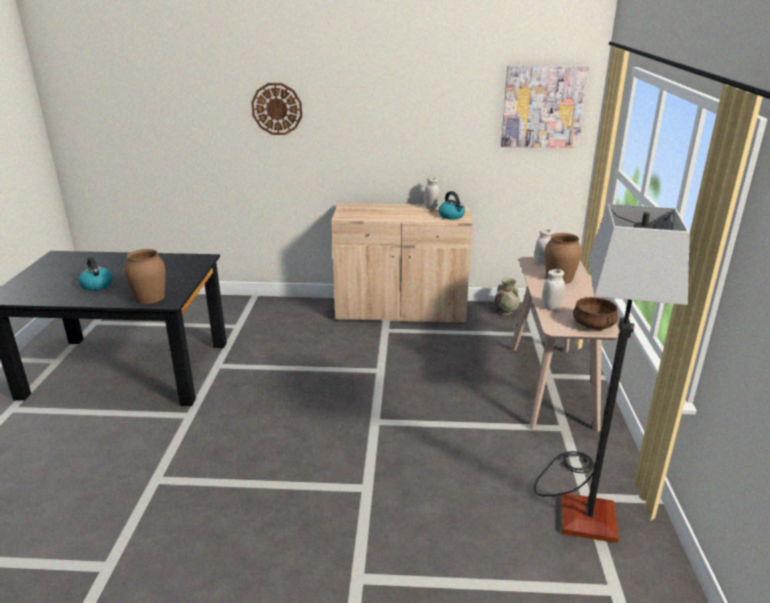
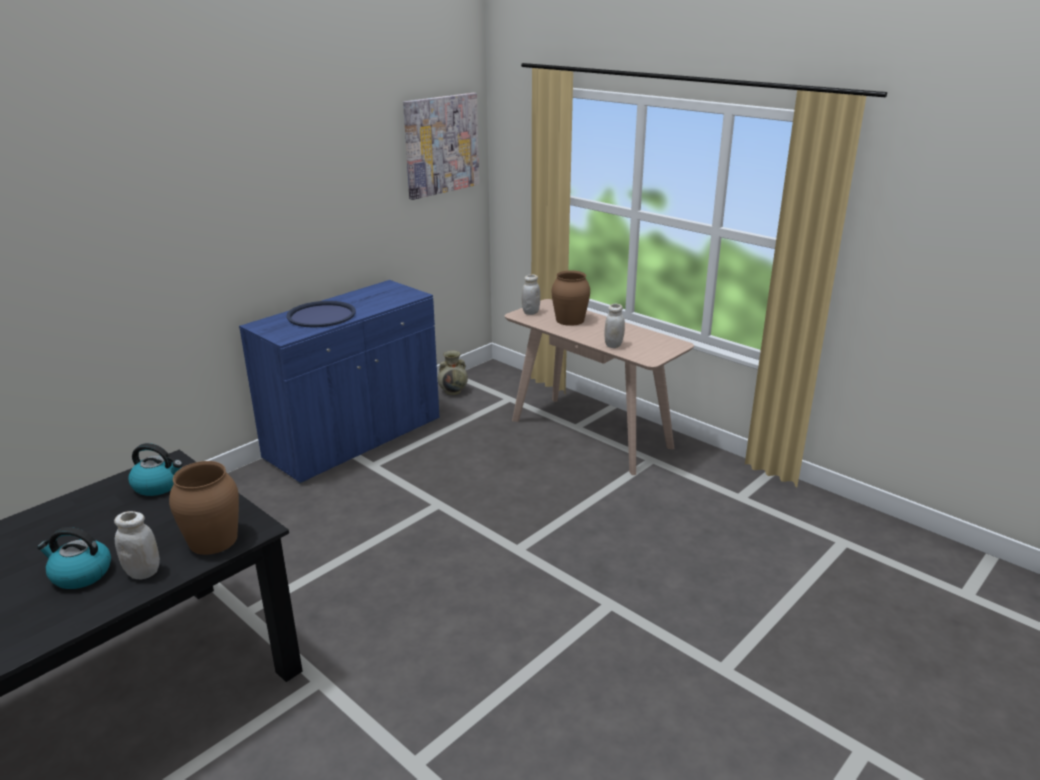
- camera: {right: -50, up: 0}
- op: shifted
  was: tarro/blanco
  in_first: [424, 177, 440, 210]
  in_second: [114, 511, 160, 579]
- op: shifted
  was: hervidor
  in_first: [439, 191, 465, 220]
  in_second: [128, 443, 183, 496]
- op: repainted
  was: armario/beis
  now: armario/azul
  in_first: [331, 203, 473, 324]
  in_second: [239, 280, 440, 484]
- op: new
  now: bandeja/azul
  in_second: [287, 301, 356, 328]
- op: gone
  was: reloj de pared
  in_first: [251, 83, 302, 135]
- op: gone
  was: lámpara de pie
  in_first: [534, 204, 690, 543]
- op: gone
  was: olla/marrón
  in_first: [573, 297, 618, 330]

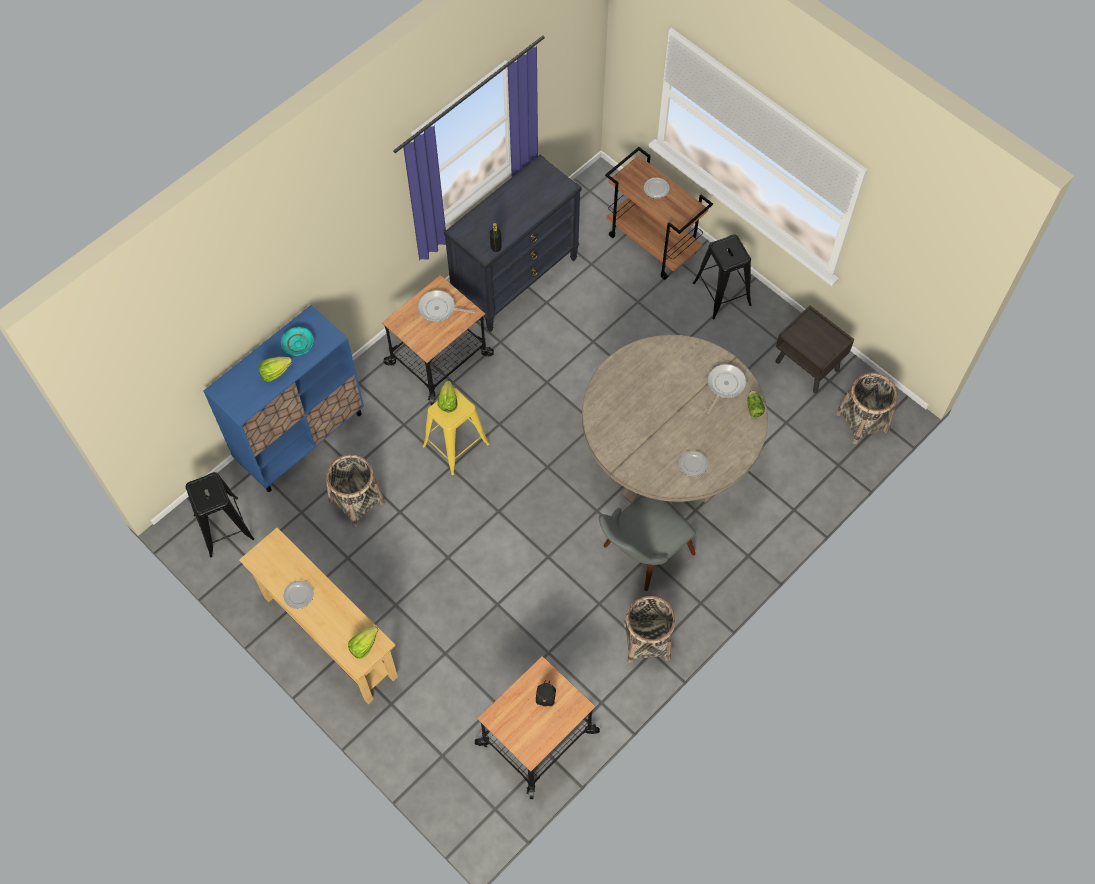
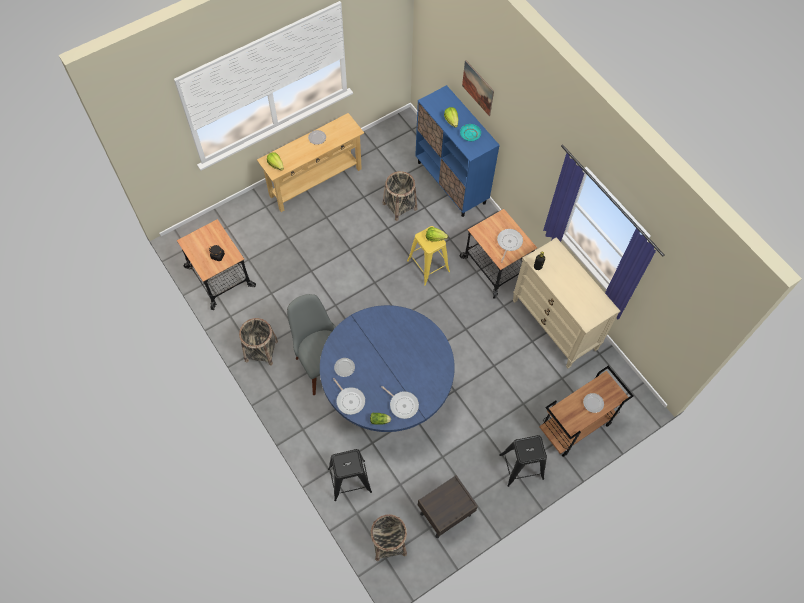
- camera: {right: 100, up: 0}
- op: repainted
  was: mesa de comedor/beis
  now: mesa de comedor/azul
  in_first: [582, 335, 768, 504]
  in_second: [320, 305, 455, 432]
- op: shifted
  was: taburete/negro
  in_first: [186, 472, 254, 557]
  in_second: [328, 449, 372, 501]
- op: new
  now: sartén
  in_second: [333, 378, 365, 415]
- op: new
  now: cuadro
  in_second: [462, 60, 494, 116]
- op: repainted
  was: cómoda/negro
  now: cómoda/beis
  in_first: [444, 155, 581, 332]
  in_second: [512, 237, 620, 368]

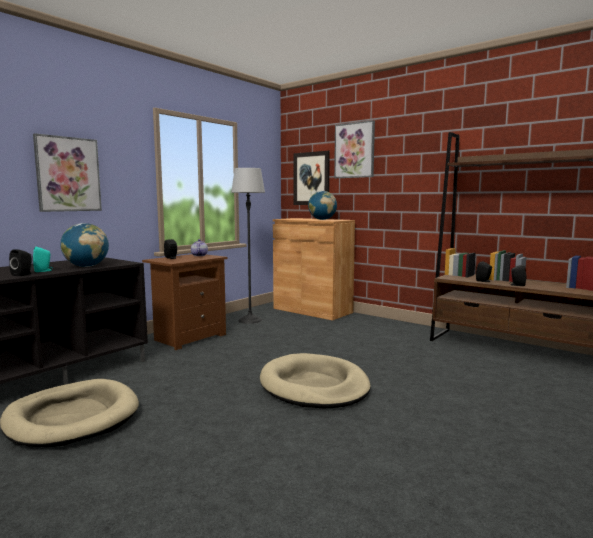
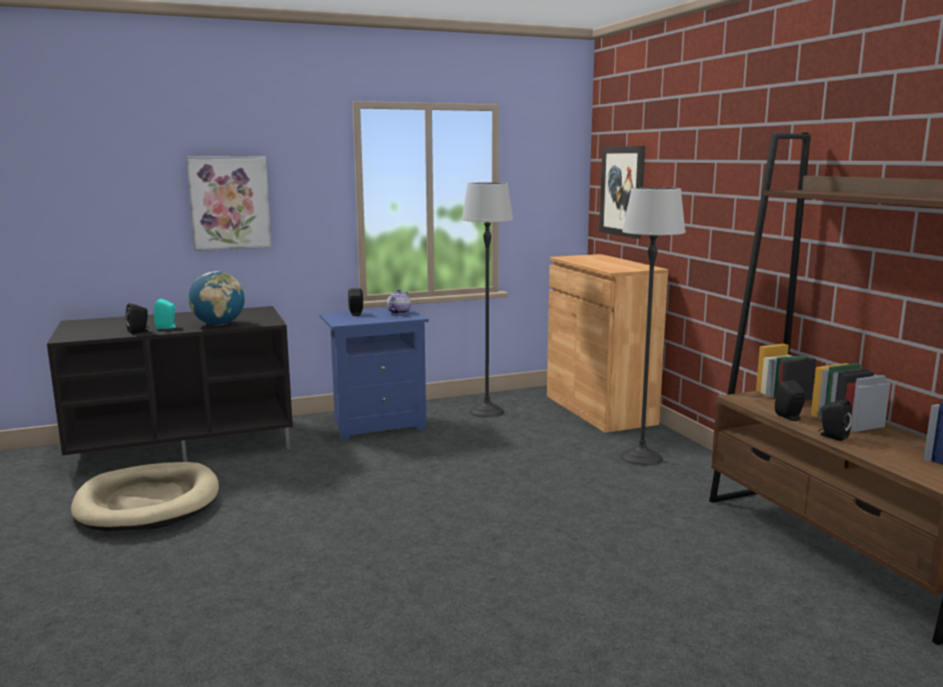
- camera: {right: 30, up: 5}
- op: repainted
  was: mesita de noche/marrón
  now: mesita de noche/azul
  in_first: [142, 254, 227, 350]
  in_second: [319, 308, 429, 441]
- op: new
  now: lámpara de pie
  in_second: [621, 187, 686, 466]
- op: gone
  was: cama para perro/beis
  in_first: [260, 353, 371, 408]
- op: gone
  was: globo terráqueo
  in_first: [308, 191, 337, 220]
- op: gone
  was: cuadro
  in_first: [334, 120, 375, 178]

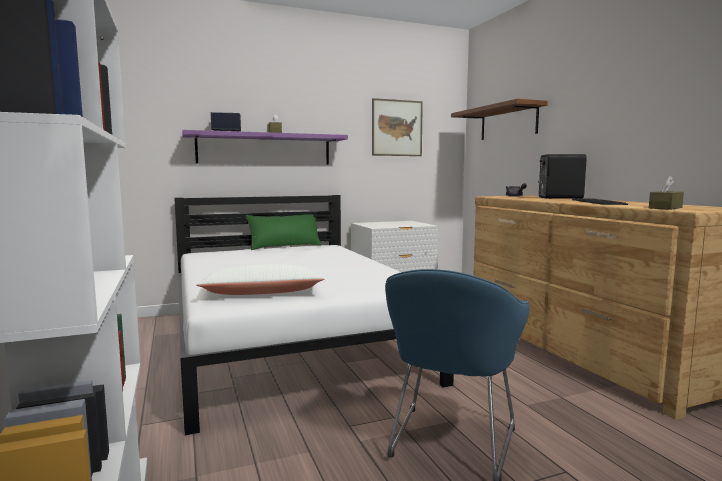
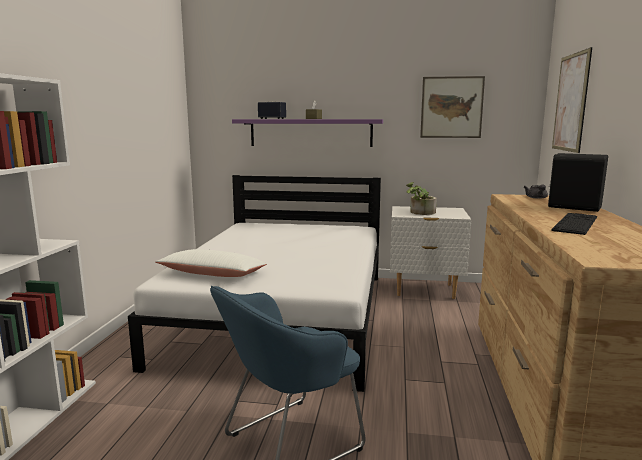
- camera: {right: 30, up: 5}
- op: new
  now: planta en maceta
  in_second: [406, 182, 437, 215]
- op: swapped
  was: estante/marrón
  now: cuadro
  in_first: [451, 99, 548, 140]
  in_second: [552, 47, 592, 153]
- op: gone
  was: cojín/verde
  in_first: [246, 214, 321, 250]
- op: gone
  was: caja de pañuelos/marrón
  in_first: [649, 176, 684, 210]

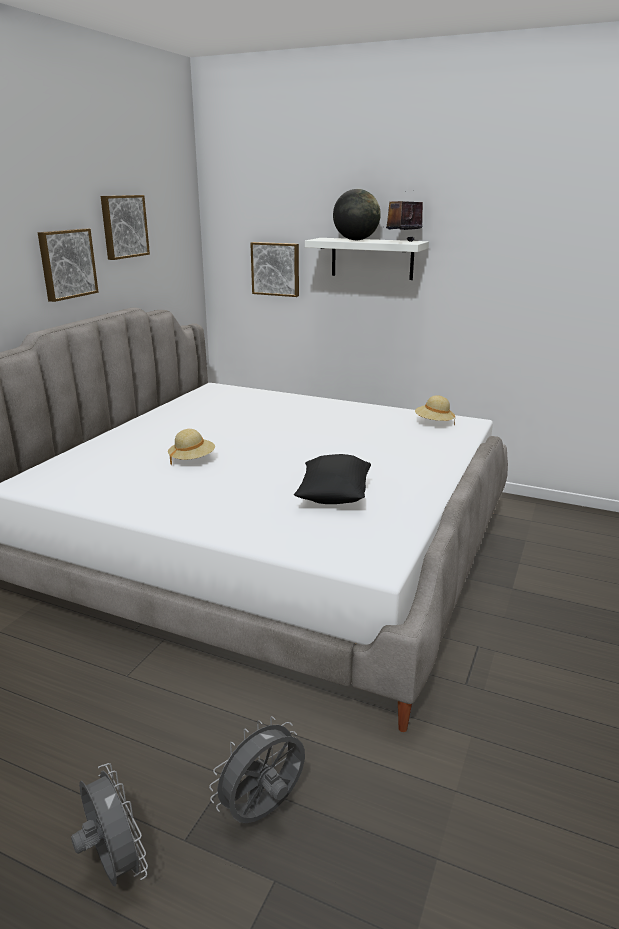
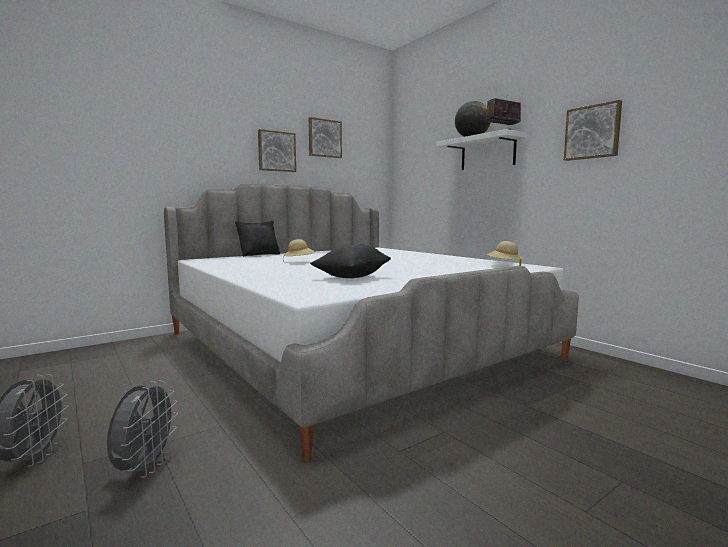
- camera: {right: 30, up: -15}
- op: rotated
  was: ventilador/gris
  in_first: [209, 716, 305, 823]
  in_second: [107, 381, 178, 478]
  clockwise: 105
- op: new
  now: cojín/negro
  in_second: [235, 221, 281, 256]
- op: shifted
  was: cuadro
  in_first: [250, 242, 299, 297]
  in_second: [564, 100, 622, 161]

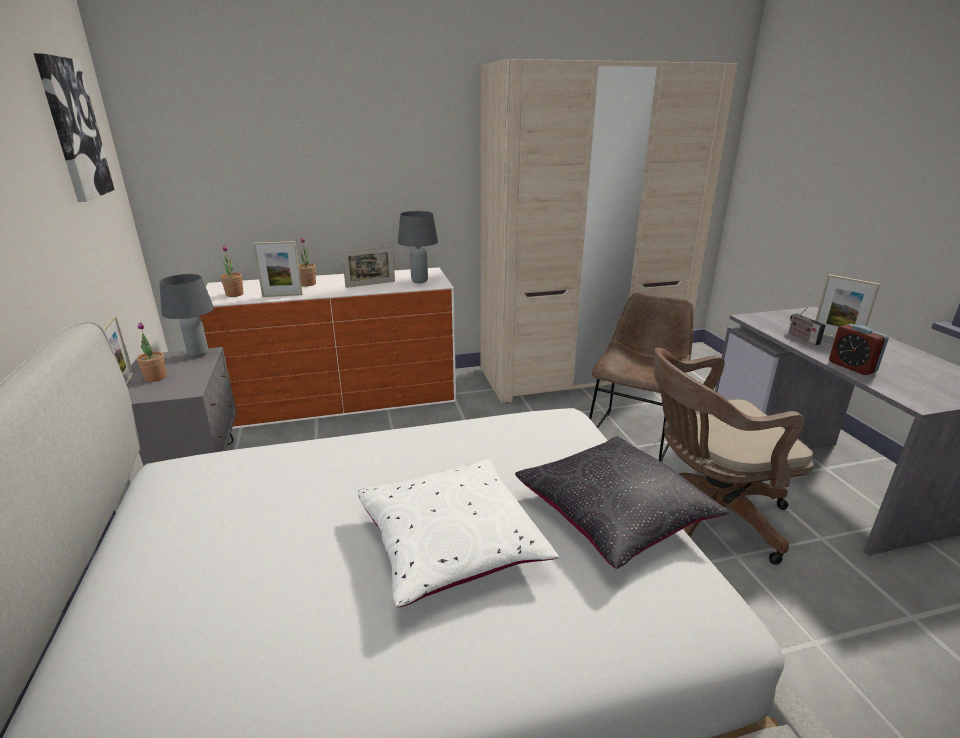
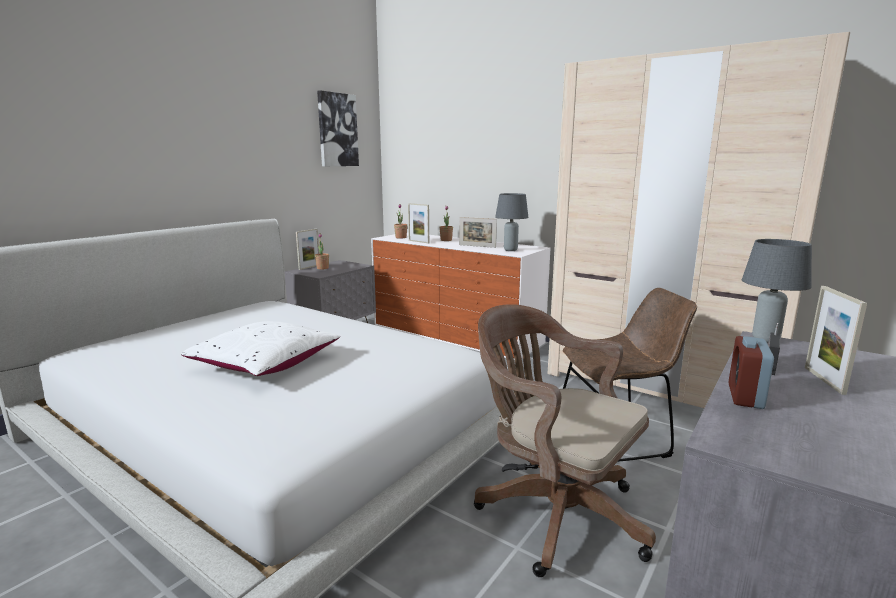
- camera: {right: 50, up: -10}
- op: shifted
  was: lámpara de mesa/gris
  in_first: [159, 274, 214, 357]
  in_second: [742, 239, 812, 343]
- op: gone
  was: cojín/negro
  in_first: [515, 436, 729, 569]

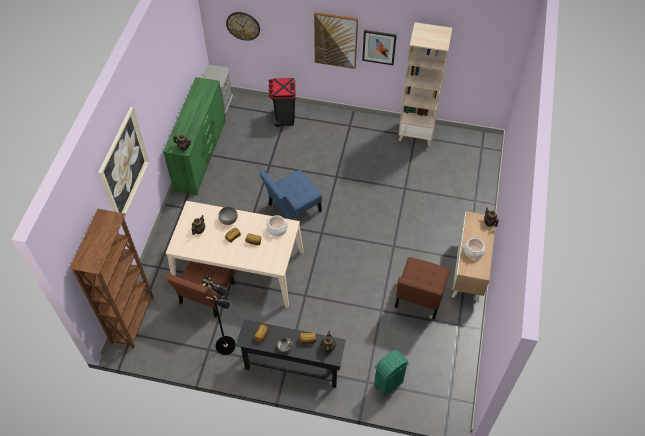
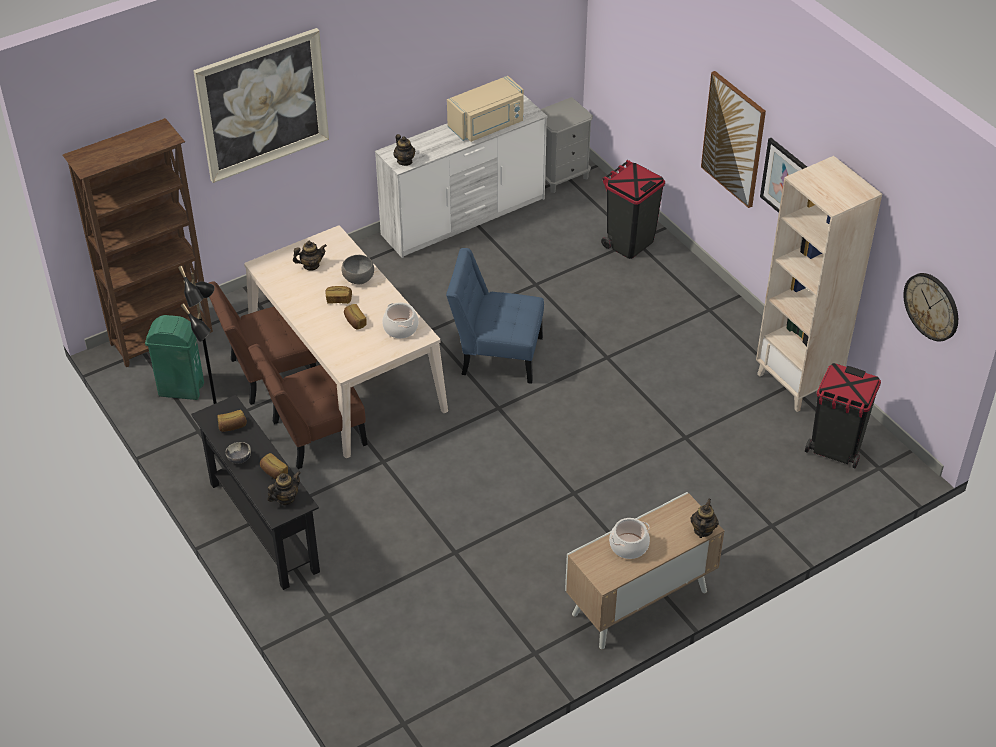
- camera: {right: 45, up: -10}
- op: shifted
  was: papelera/verde
  in_first: [374, 350, 409, 397]
  in_second: [145, 315, 204, 400]
- op: shifted
  was: silla/marrón
  in_first: [395, 257, 450, 320]
  in_second: [248, 344, 368, 469]
- op: repainted
  was: cómoda/verde
  now: cómoda/blanco
  in_first: [163, 77, 226, 195]
  in_second: [375, 95, 548, 258]
- op: new
  now: microondas/beis
  in_second: [447, 76, 524, 142]
- op: new
  now: papelera/negro
  in_second: [805, 363, 881, 468]
- op: shifted
  was: reloj de pared
  in_first: [226, 12, 260, 41]
  in_second: [904, 273, 958, 341]

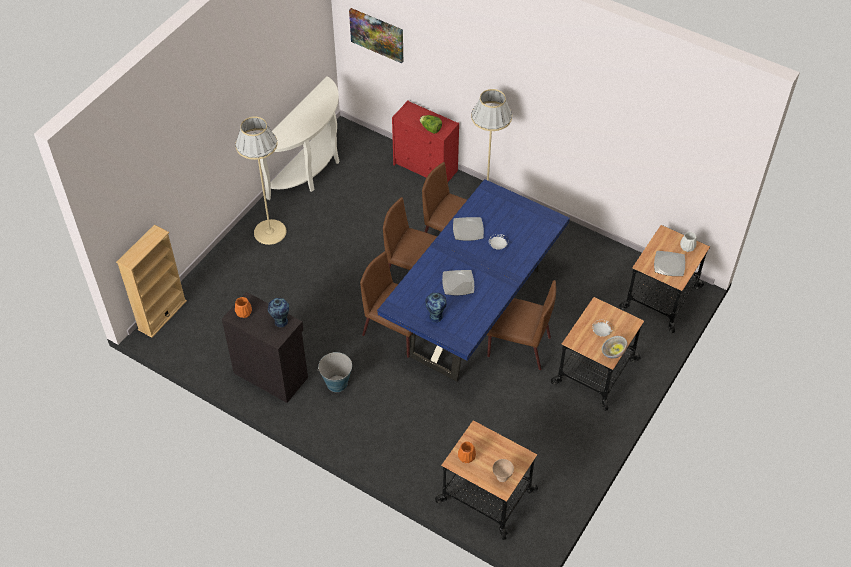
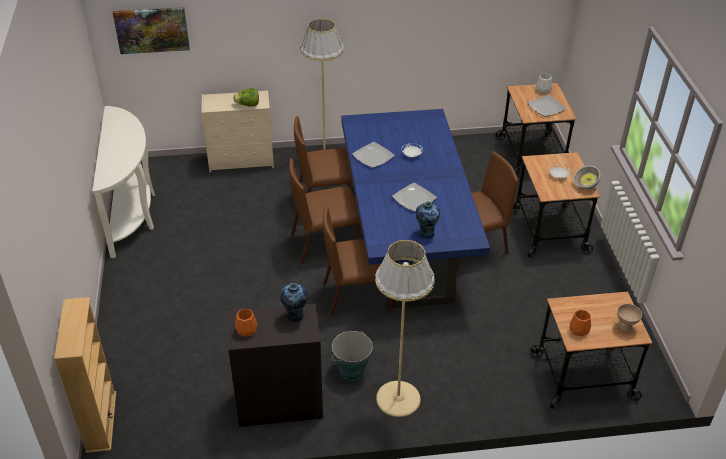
- camera: {right: -40, up: -10}
- op: repainted
  was: cómoda/rojo
  now: cómoda/beis
  in_first: [392, 101, 459, 182]
  in_second: [202, 90, 274, 172]
- op: shifted
  was: lámpara de pie/beis
  in_first: [235, 117, 287, 245]
  in_second: [375, 240, 435, 417]

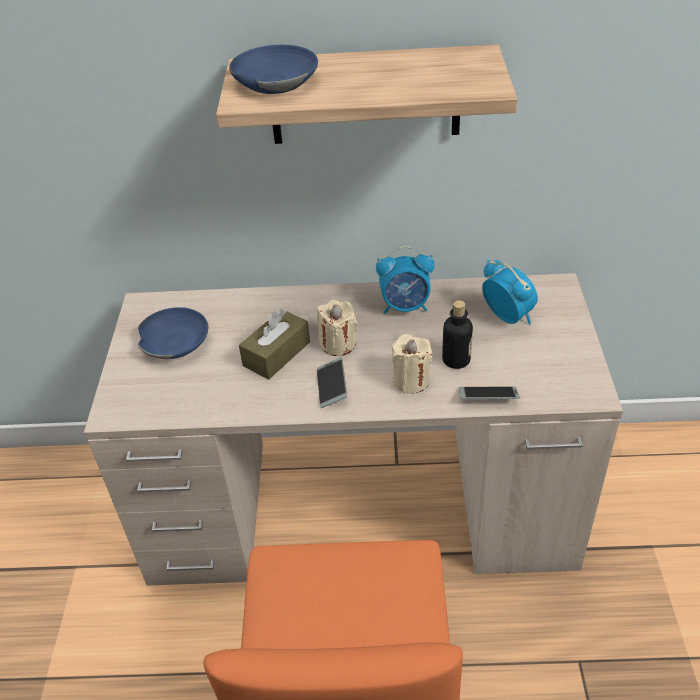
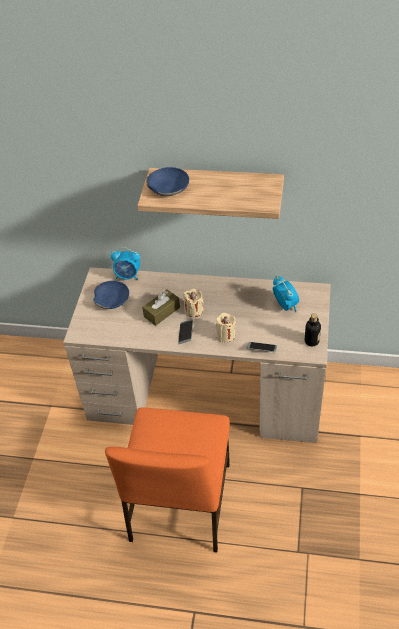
- camera: {right: 10, up: 5}
- op: shifted
  was: despertador
  in_first: [376, 246, 435, 314]
  in_second: [111, 247, 140, 280]
- op: shifted
  was: botella
  in_first: [442, 300, 473, 369]
  in_second: [305, 313, 321, 346]

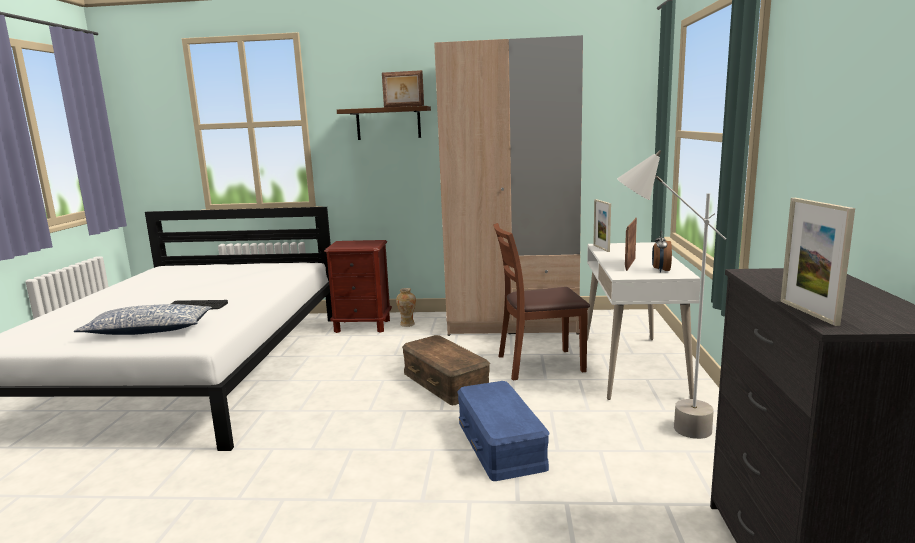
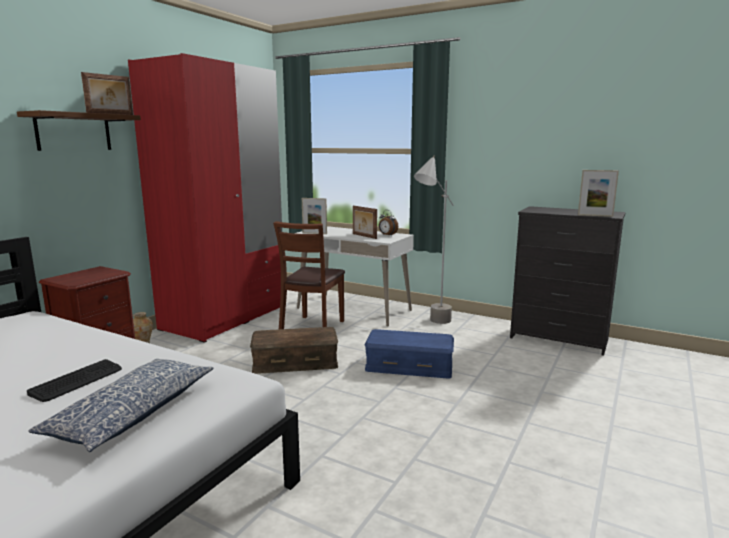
- camera: {right: -65, up: 0}
- op: repainted
  was: armario ropero/beis
  now: armario ropero/rojo
  in_first: [434, 35, 583, 336]
  in_second: [128, 53, 282, 343]

